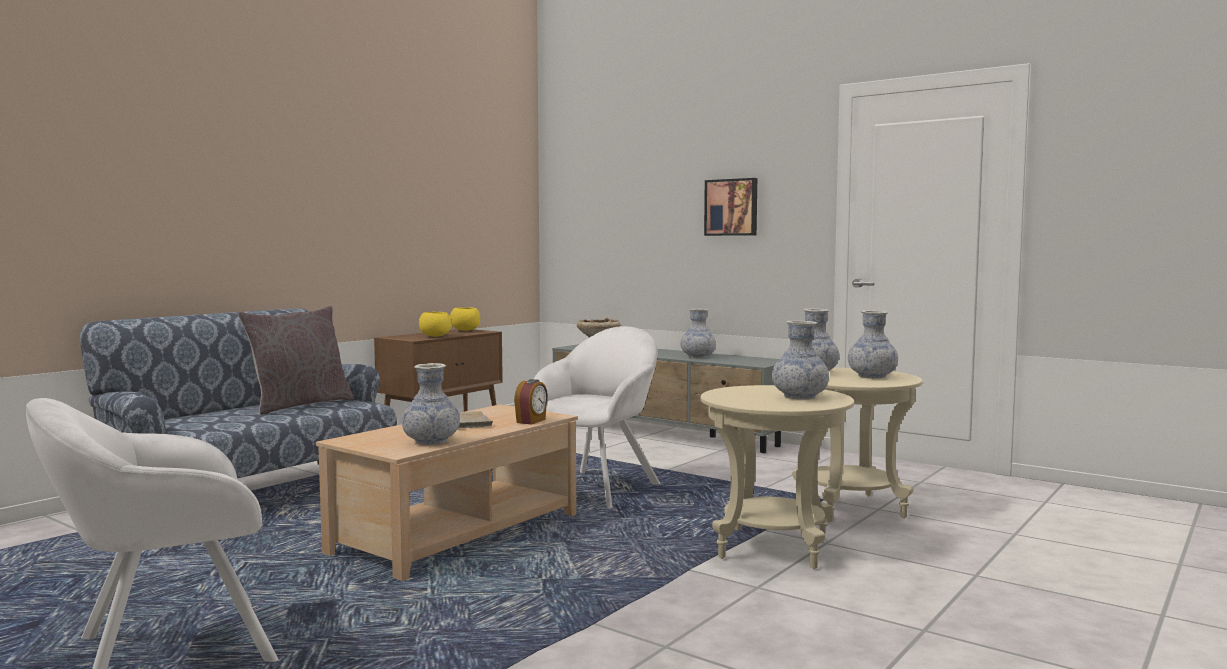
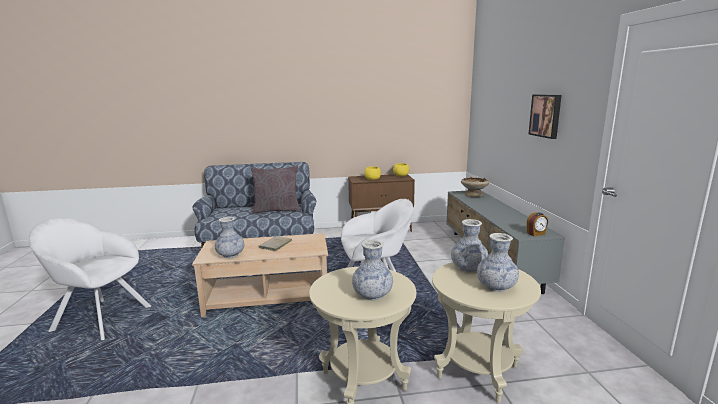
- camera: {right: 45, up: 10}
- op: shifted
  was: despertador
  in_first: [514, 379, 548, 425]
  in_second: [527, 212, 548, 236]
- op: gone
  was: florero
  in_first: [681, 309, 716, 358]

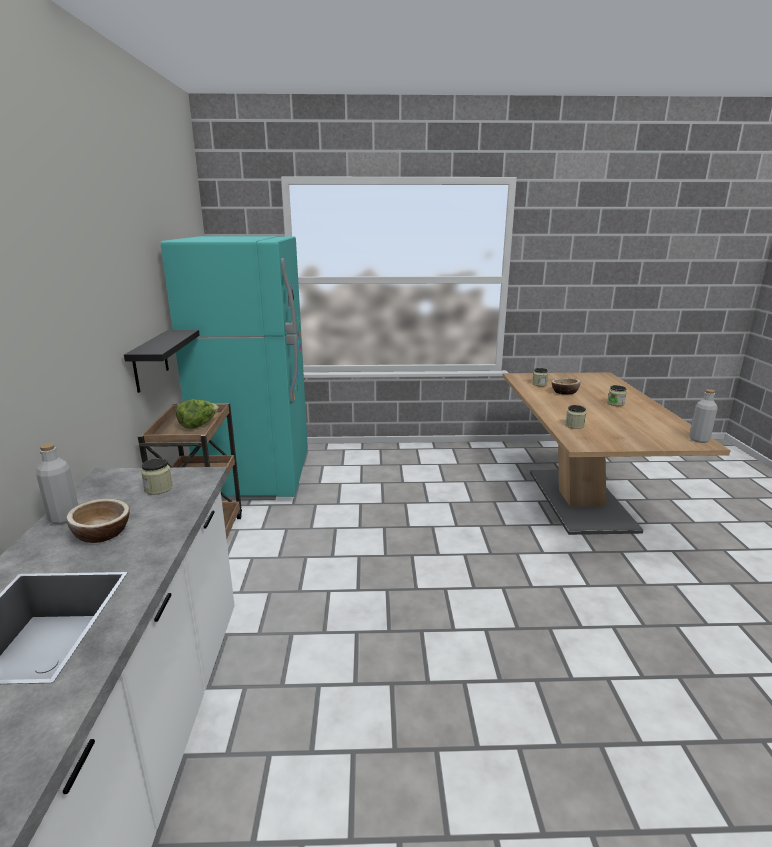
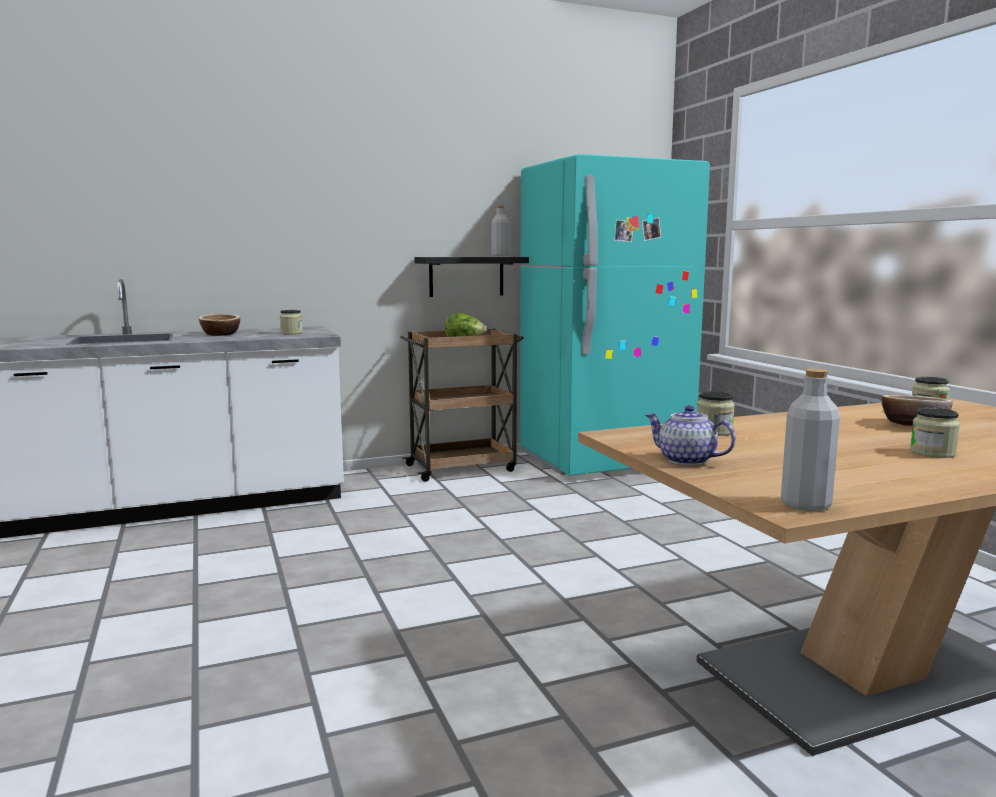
- camera: {right: 70, up: -10}
- op: shifted
  was: botella/gris
  in_first: [36, 443, 78, 524]
  in_second: [492, 206, 509, 257]
- op: new
  now: tetera
  in_second: [646, 405, 736, 466]

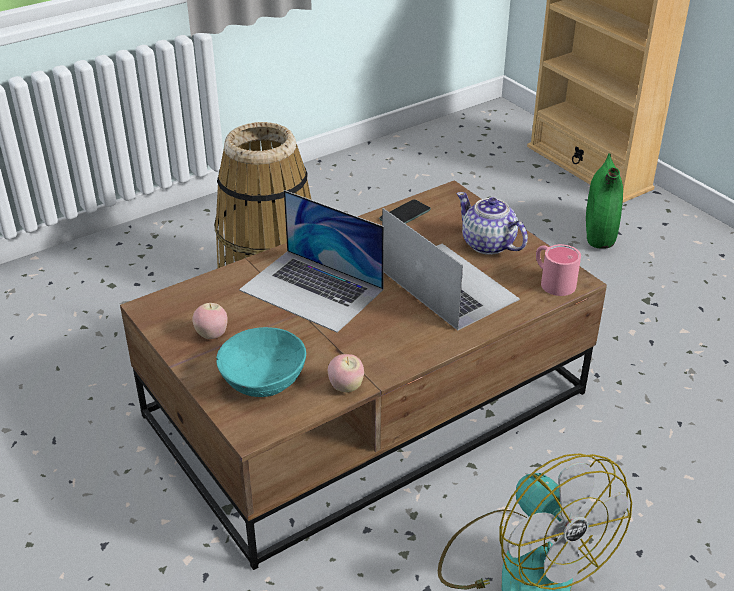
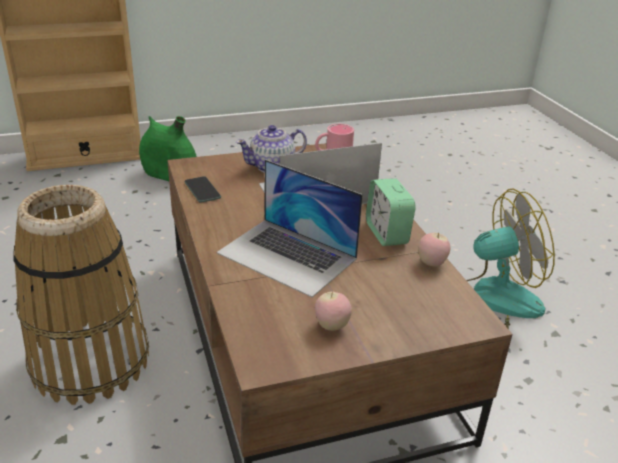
- camera: {right: -75, up: -5}
- op: rotated
  was: portátil
  in_first: [239, 190, 384, 333]
  in_second: [216, 159, 363, 297]
  clockwise: 75
- op: new
  now: despertador
  in_second: [366, 178, 416, 246]
- op: gone
  was: cuenco/turquesa
  in_first: [216, 327, 306, 397]

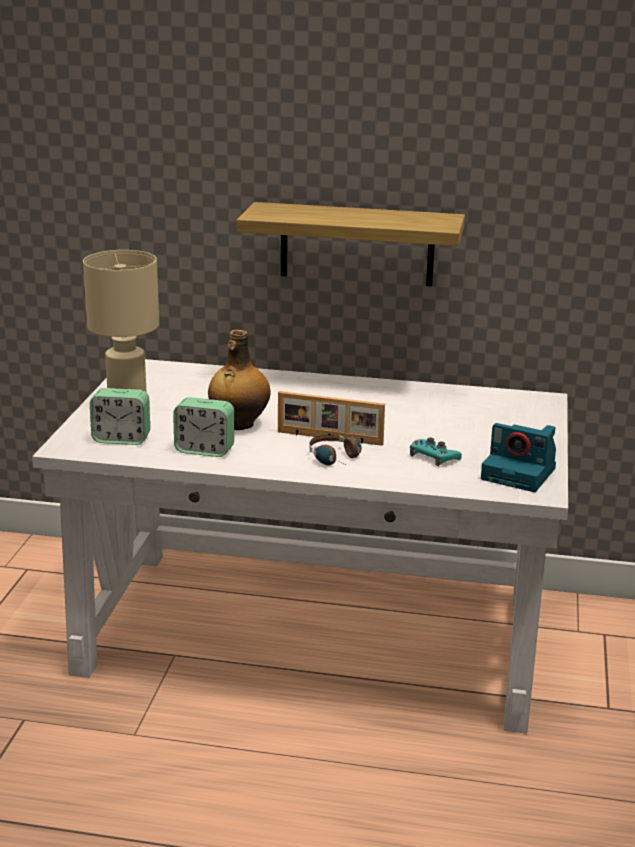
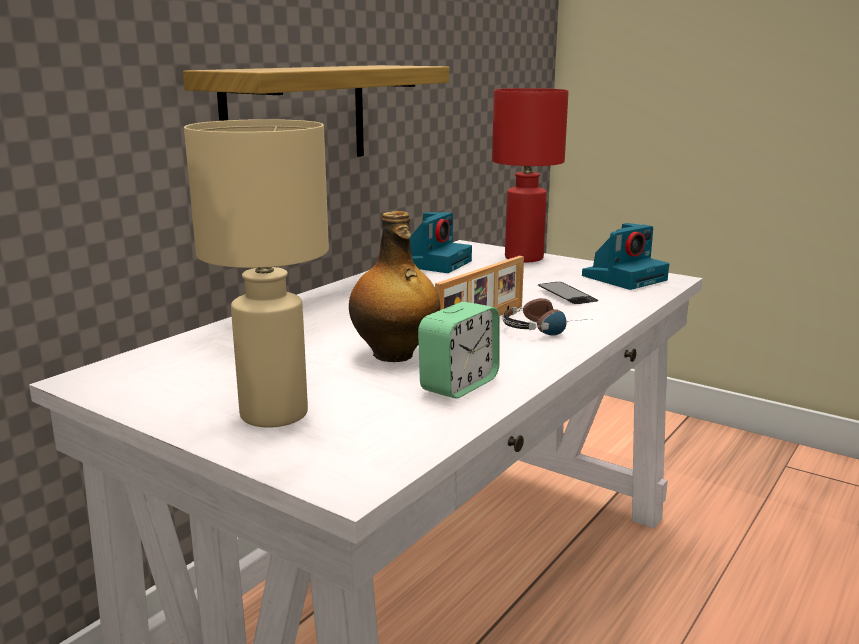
- camera: {right: -65, up: -5}
- op: new
  now: cámara
  in_second: [410, 212, 472, 273]
- op: new
  now: lámpara de mesa/rojo
  in_second: [492, 88, 569, 262]
- op: swapped
  was: mando de consola/turquesa
  now: móvil
  in_first: [410, 437, 462, 466]
  in_second: [538, 282, 598, 304]
- op: gone
  was: despertador
  in_first: [90, 388, 150, 445]

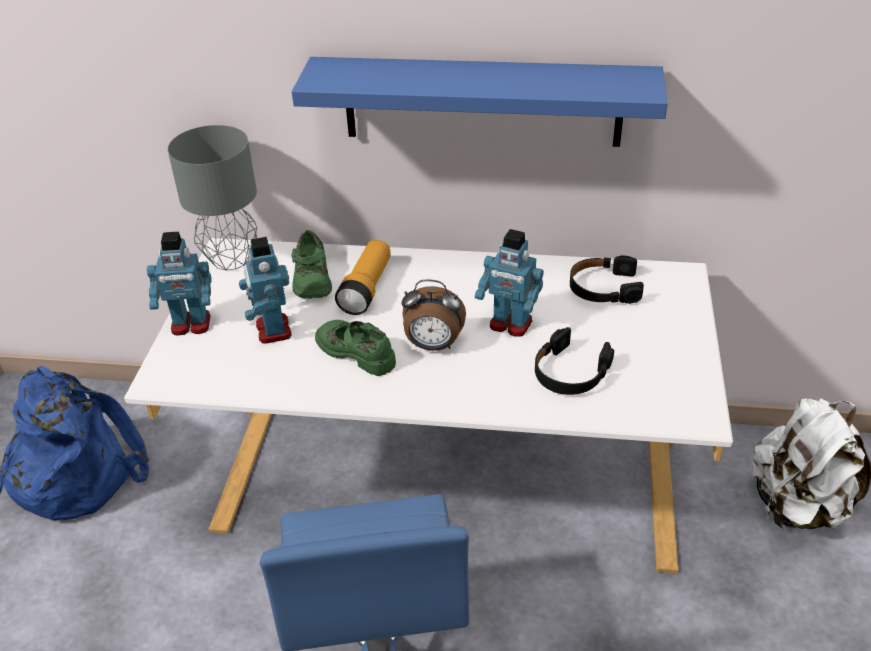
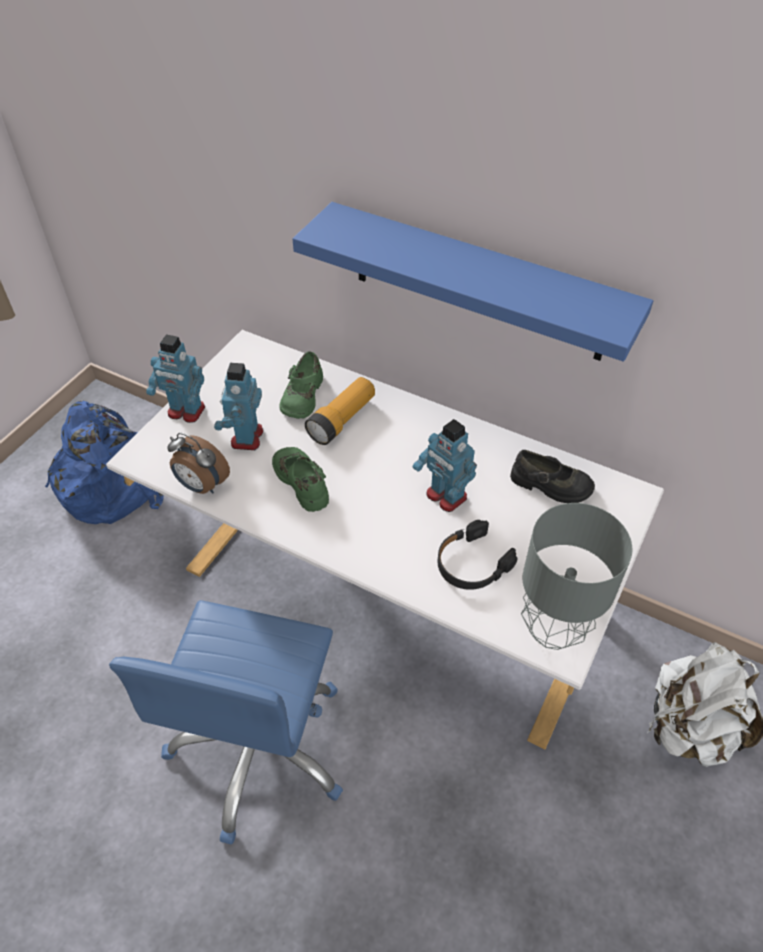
- camera: {right: 20, up: 10}
- op: shifted
  was: despertador
  in_first: [402, 280, 466, 351]
  in_second: [167, 433, 230, 494]
- op: swapped
  was: auriculares/negro
  now: zapato/negro
  in_first: [570, 255, 644, 304]
  in_second: [510, 450, 595, 503]
- op: shifted
  was: lámpara de mesa/gris
  in_first: [168, 125, 257, 270]
  in_second: [521, 503, 633, 650]

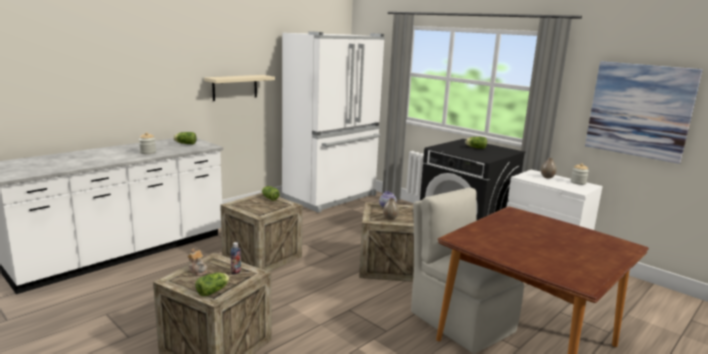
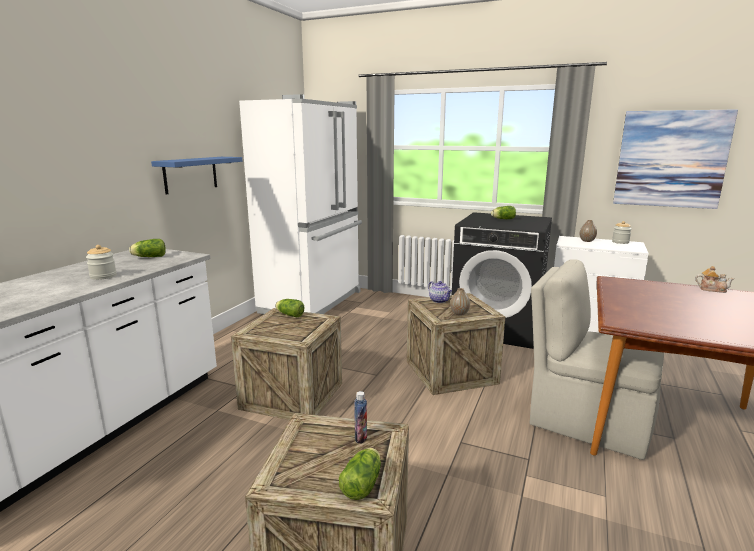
- camera: {right: -20, up: 0}
- op: repainted
  was: estante/beis
  now: estante/azul
  in_first: [204, 75, 275, 101]
  in_second: [151, 157, 243, 195]
- op: shifted
  was: tetera
  in_first: [187, 249, 207, 276]
  in_second: [695, 266, 735, 293]

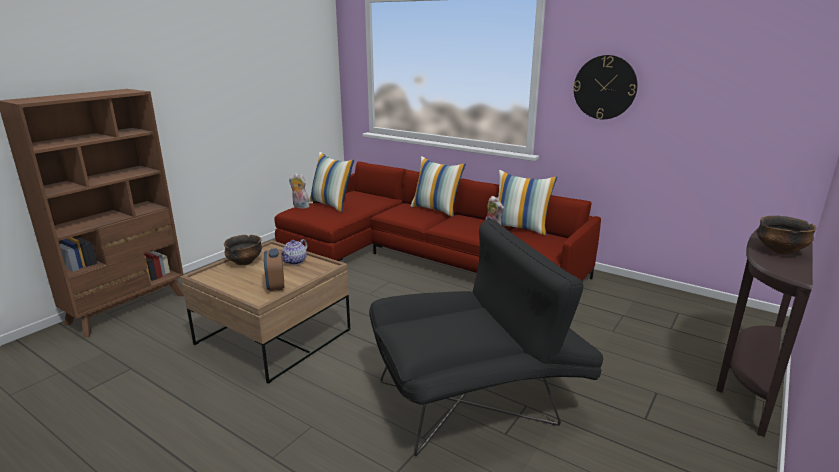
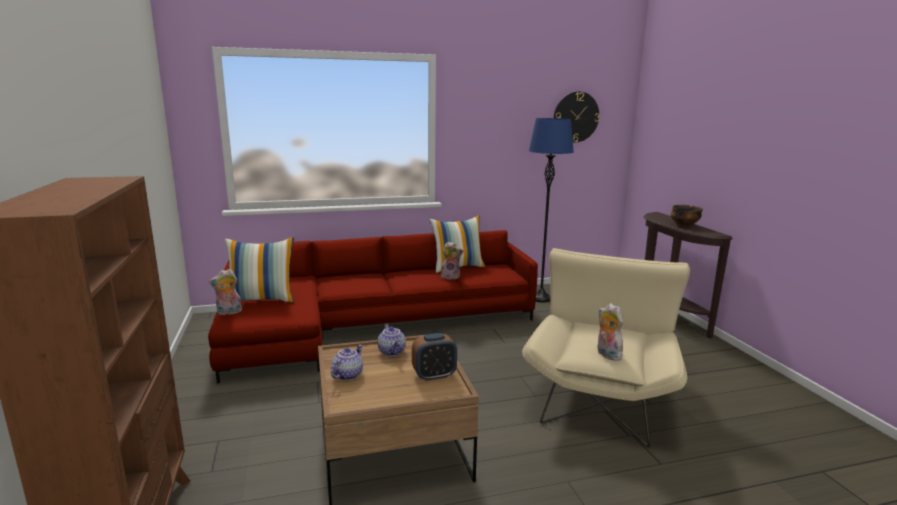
- camera: {right: -50, up: -5}
- op: swapped
  was: cuenco
  now: tetera
  in_first: [224, 235, 262, 265]
  in_second: [331, 345, 363, 380]
- op: rotated
  was: despertador
  in_first: [264, 248, 284, 291]
  in_second: [412, 333, 457, 381]
  clockwise: -45
- op: repainted
  was: sillón/negro
  now: sillón/beis
  in_first: [369, 219, 604, 456]
  in_second: [522, 248, 690, 447]
- op: new
  now: lámpara de pie/azul
  in_second: [529, 118, 574, 302]
- op: shifted
  was: reloj de pared
  in_first: [574, 55, 638, 119]
  in_second: [554, 92, 600, 142]
- op: new
  now: peluche
  in_second: [597, 303, 623, 361]
- op: gone
  was: cojín
  in_first: [410, 156, 466, 217]

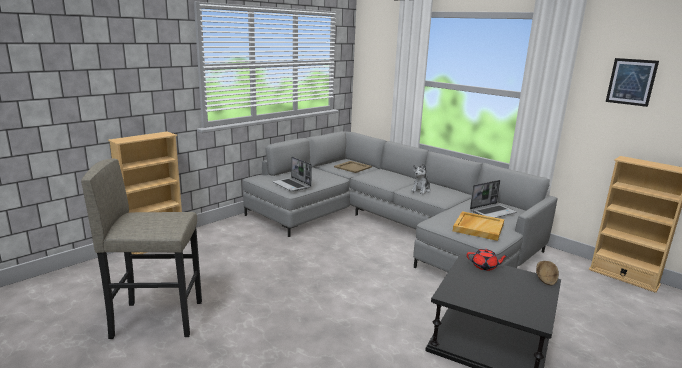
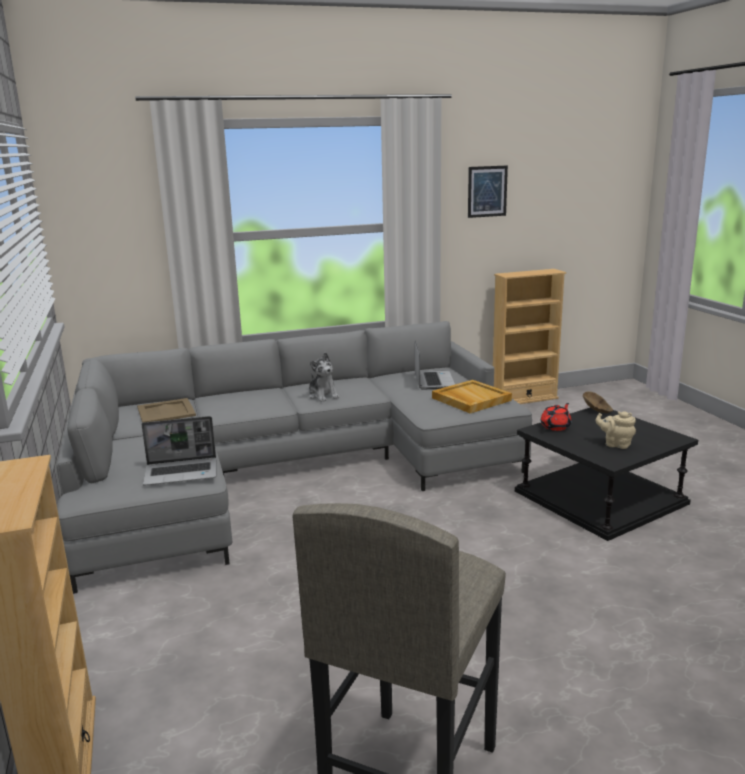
- camera: {right: -60, up: 0}
- op: new
  now: tetera/beis
  in_second: [595, 411, 636, 449]

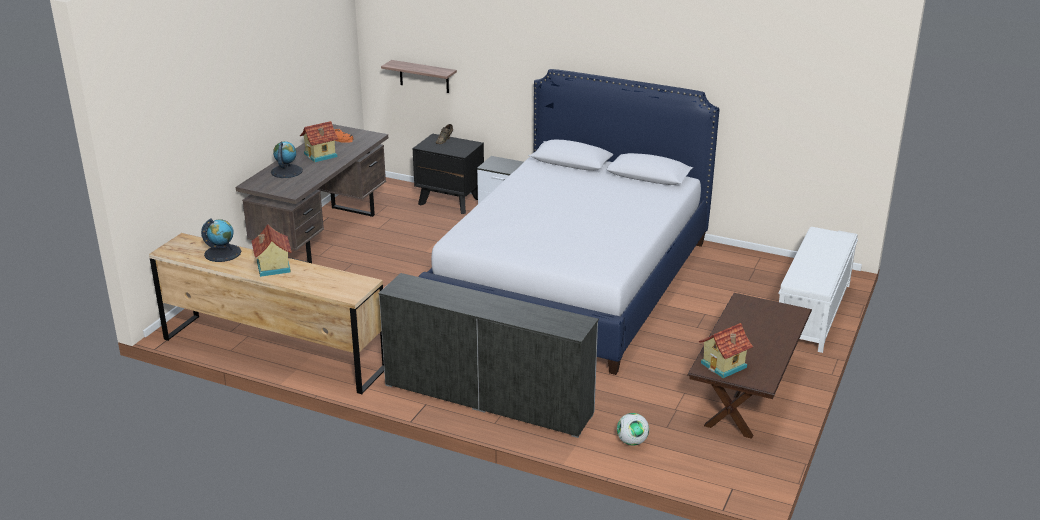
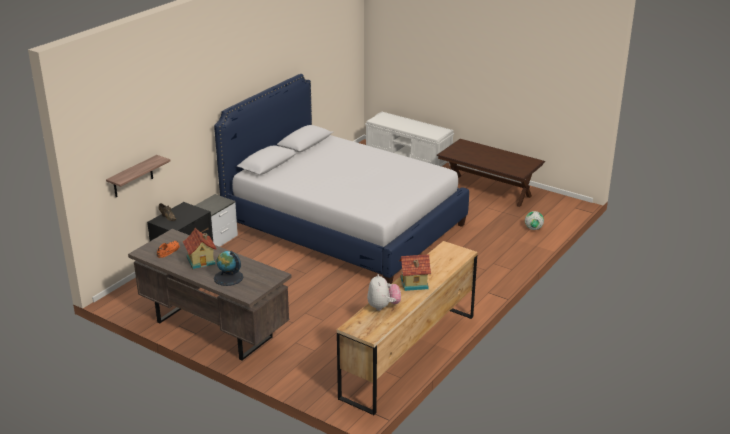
- camera: {right: -80, up: 0}
- op: swapped
  was: globo terráqueo
  now: peluche
  in_first: [201, 218, 241, 262]
  in_second: [367, 274, 401, 311]
- op: gone
  was: cómoda/gris
  in_first: [379, 273, 599, 438]
- op: gone
  was: casita
  in_first: [699, 323, 753, 378]

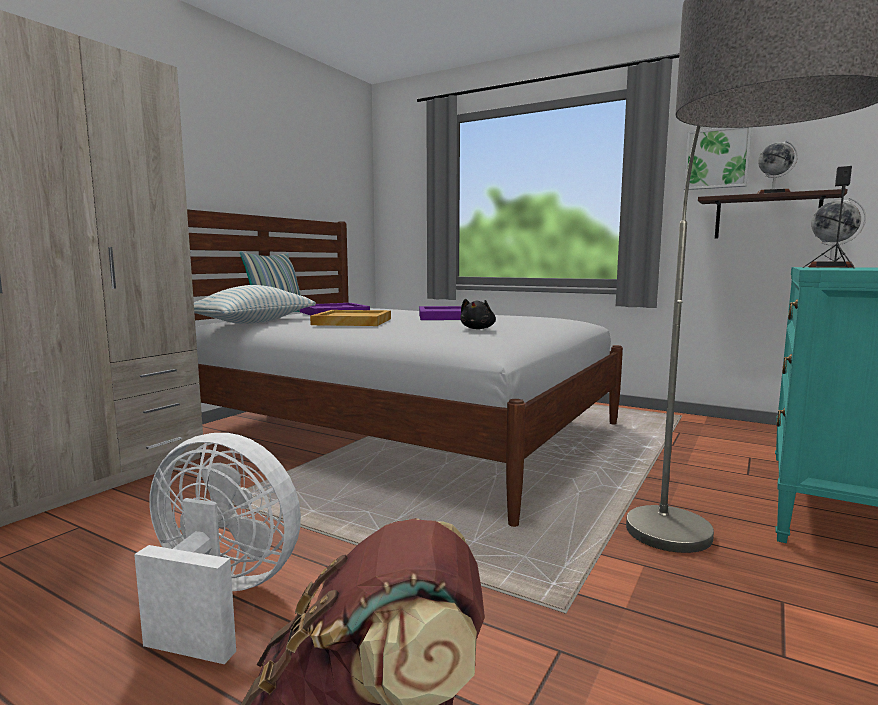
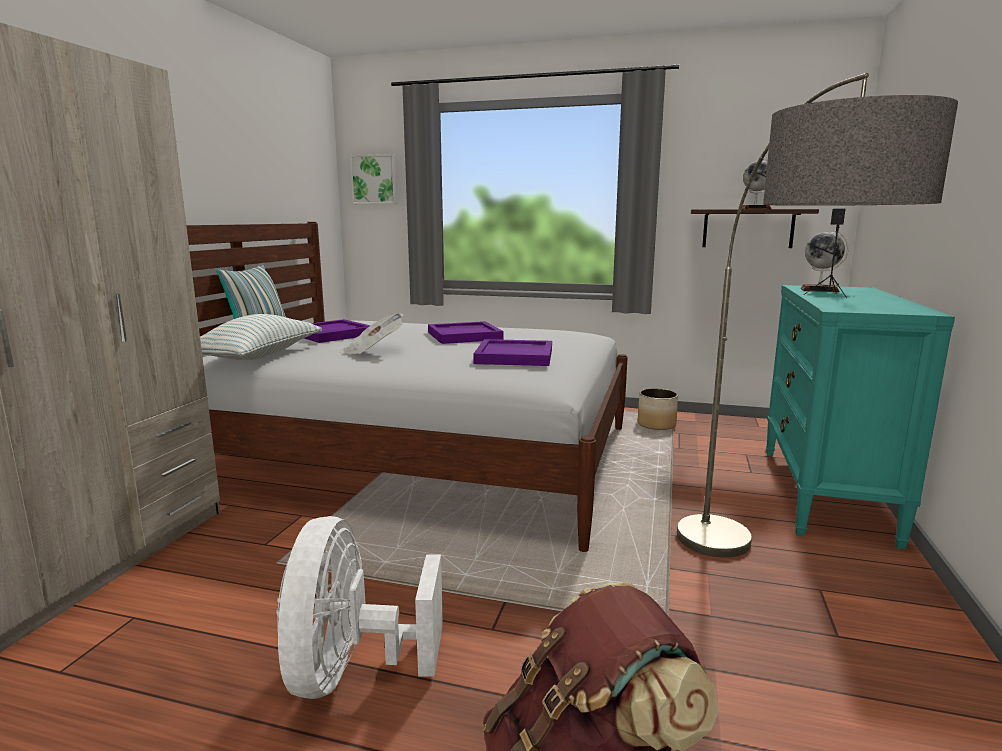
- camera: {right: -15, up: 5}
- op: rotated
  was: ventilador/blanco
  in_first: [134, 433, 301, 664]
  in_second: [276, 516, 443, 699]
  clockwise: -90
- op: swapped
  was: bandeja/beis
  now: periódico
  in_first: [310, 310, 391, 326]
  in_second: [340, 313, 404, 354]
- op: shifted
  was: cuadro
  in_first: [684, 127, 752, 190]
  in_second: [350, 154, 397, 204]
- op: swapped
  was: peluche/negro
  now: bandeja/morado
  in_first: [460, 299, 496, 329]
  in_second: [473, 339, 552, 366]
- op: new
  now: maceta
  in_second: [638, 389, 678, 430]

